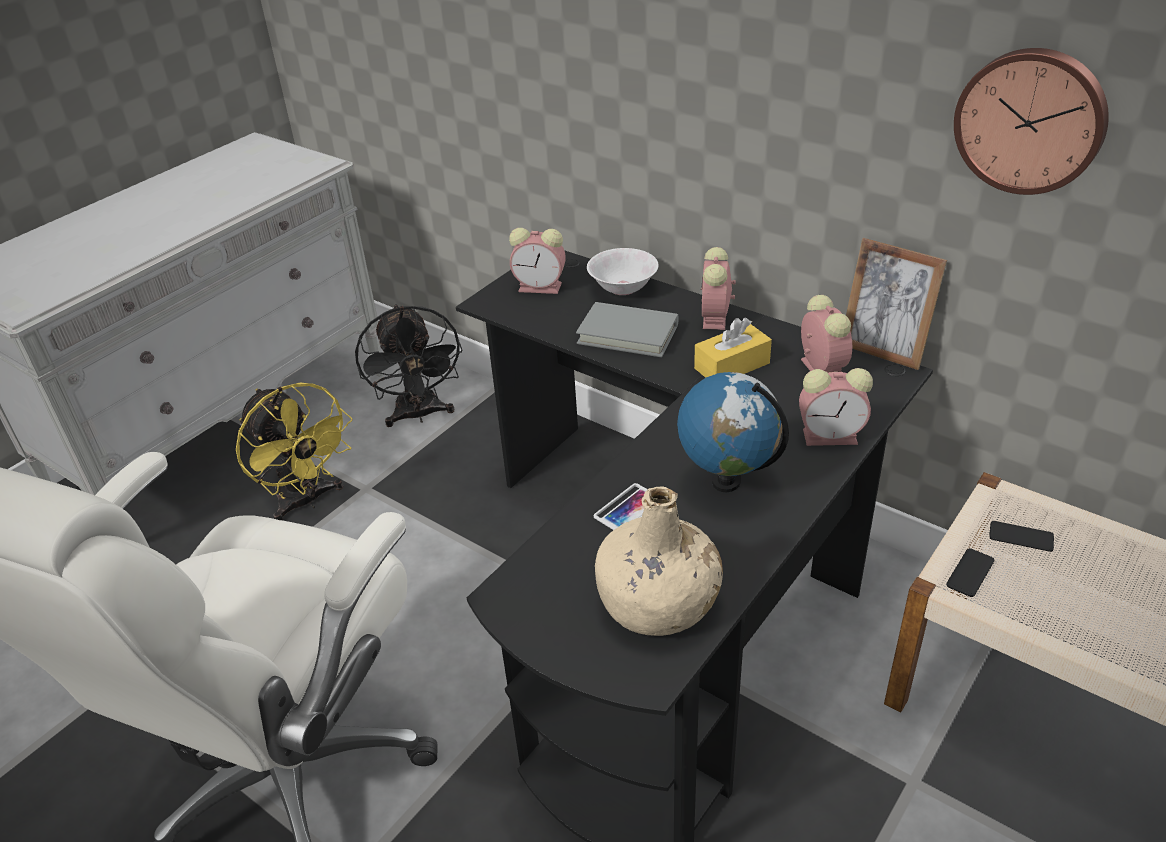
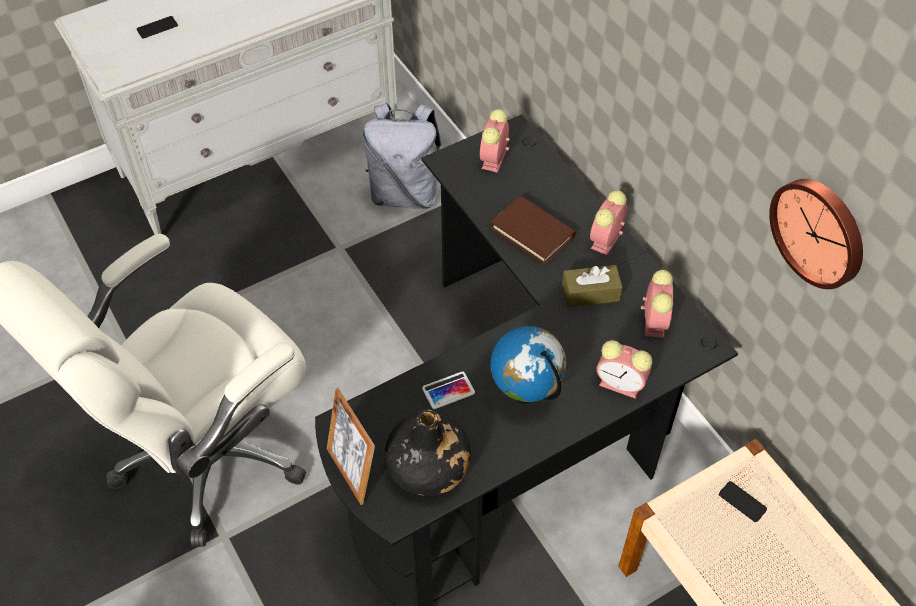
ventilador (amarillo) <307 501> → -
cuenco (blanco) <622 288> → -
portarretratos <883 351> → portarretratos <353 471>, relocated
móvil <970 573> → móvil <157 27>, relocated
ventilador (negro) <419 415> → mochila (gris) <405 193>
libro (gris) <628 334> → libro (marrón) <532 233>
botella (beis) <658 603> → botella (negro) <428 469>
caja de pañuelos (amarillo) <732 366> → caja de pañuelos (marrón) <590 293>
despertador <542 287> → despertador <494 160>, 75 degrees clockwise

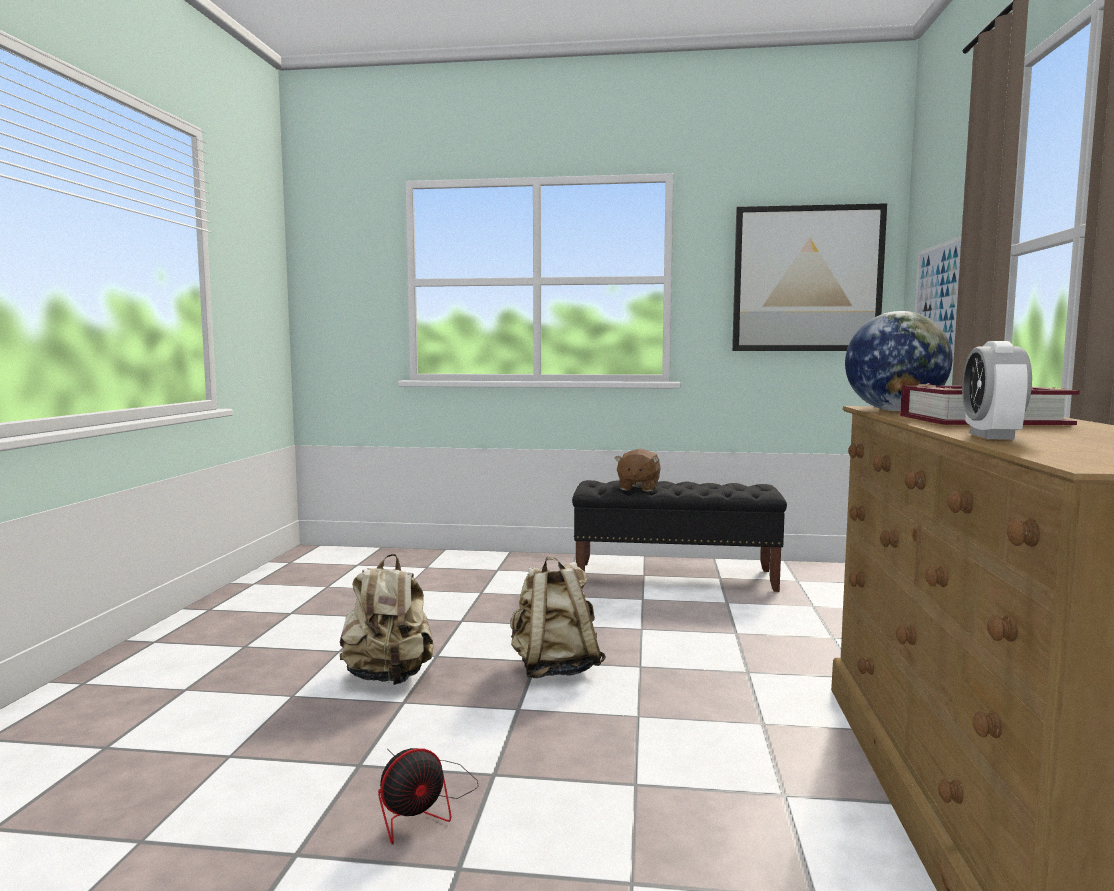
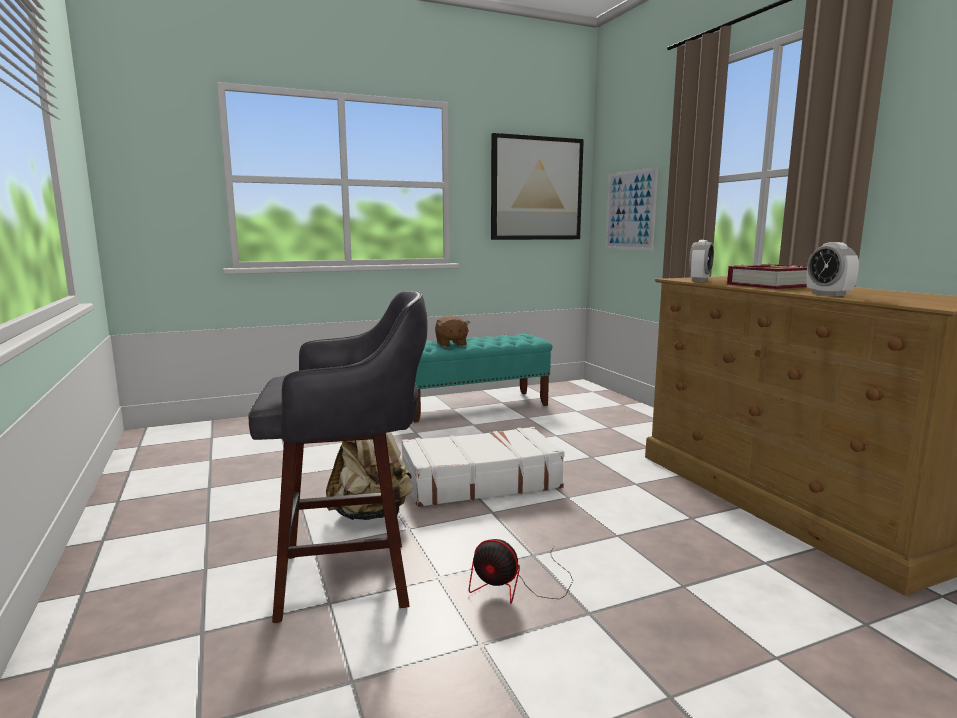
- → taburete (gris) <352 579>
mochila (beis) <554 669> → maleta (blanco) <479 481>
globo terráqueo <894 410> → despertador <699 280>
banco (negro) <675 577> → banco (turquesa) <474 406>
ventilador <423 804> → ventilador <517 586>, 90 degrees clockwise

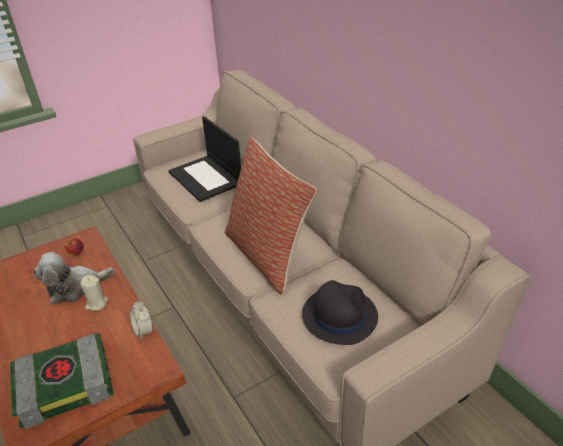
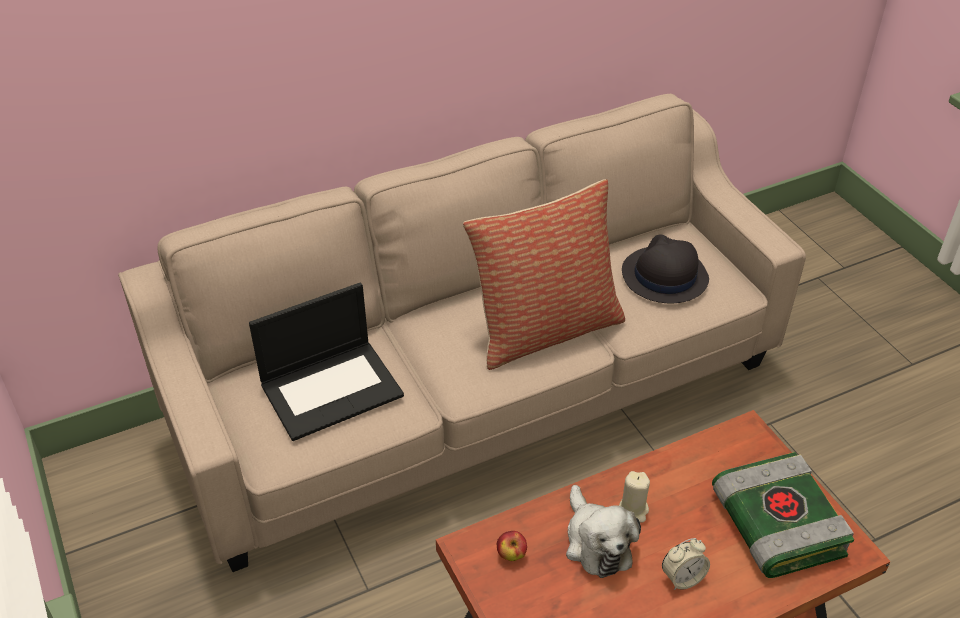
despertador <144 330> → despertador <682 578>, relocated

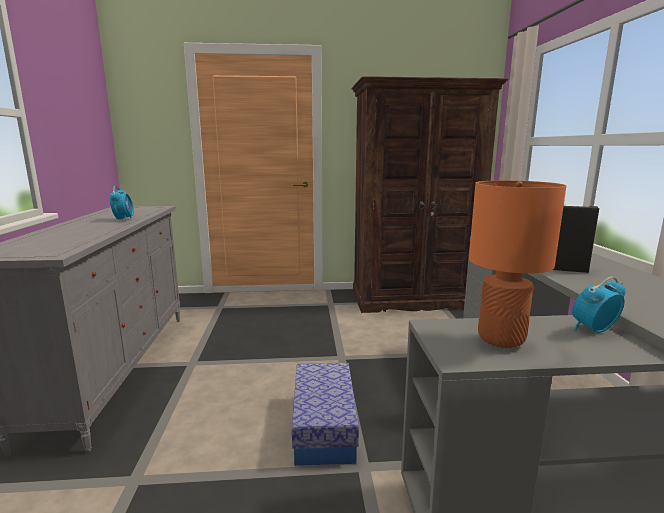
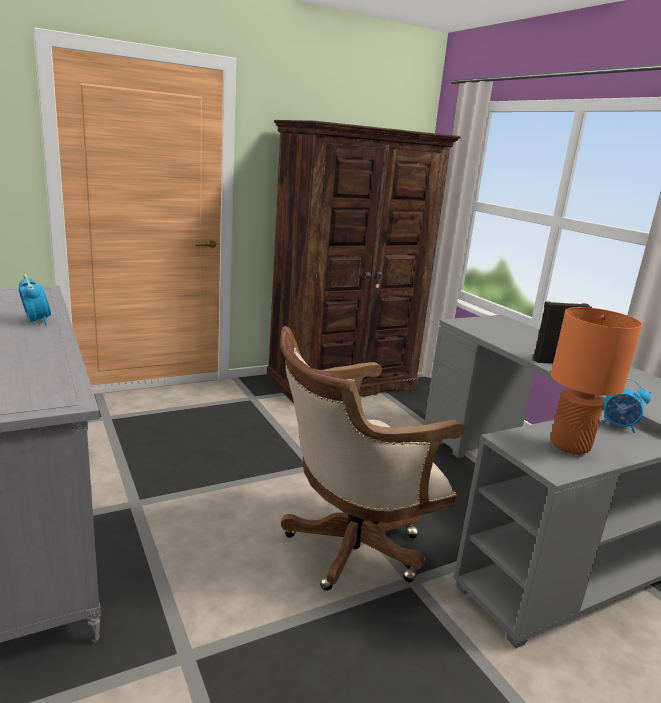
caja de almacenaje <323 426> → silla de oficina <348 549>
despertador <593 330> → despertador <618 426>, 105 degrees counterclockwise

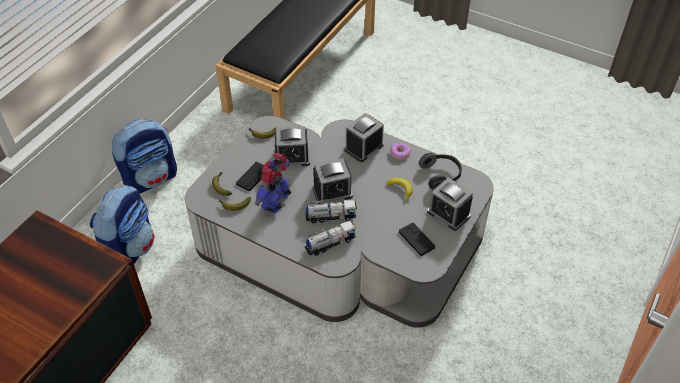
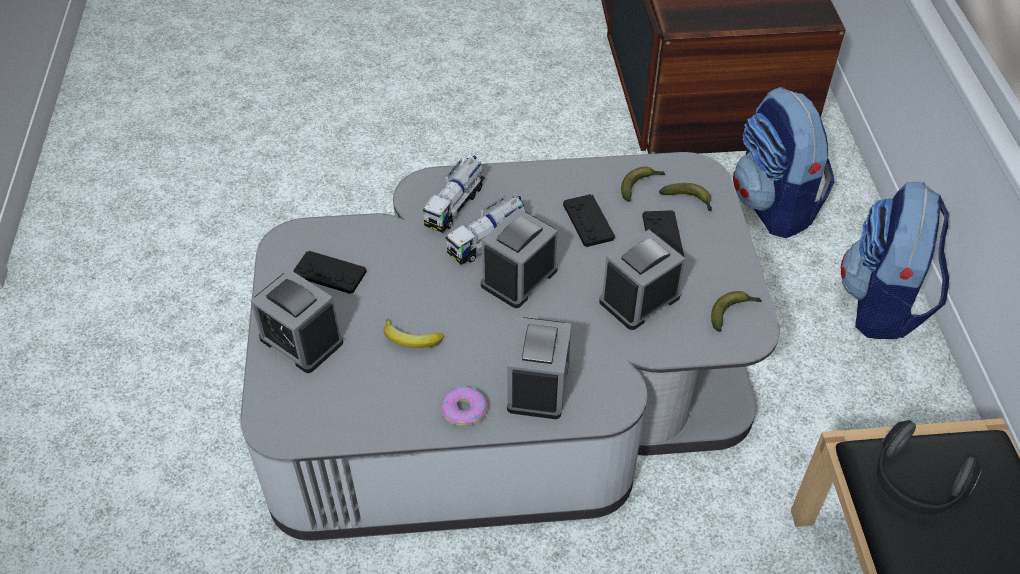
auriculares <441 175> → auriculares <915 484>, relocated
robot de juguete <276 201> → mando de consola (negro) <588 221>
despertador <448 214> → despertador <301 340>, 150 degrees counterclockwise

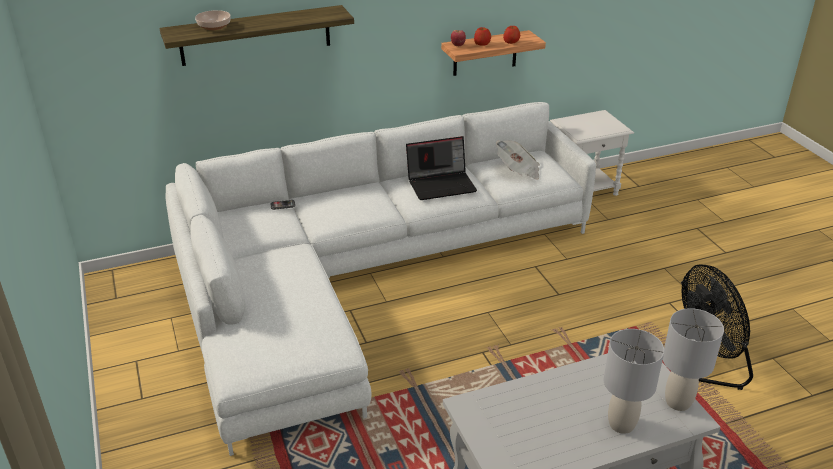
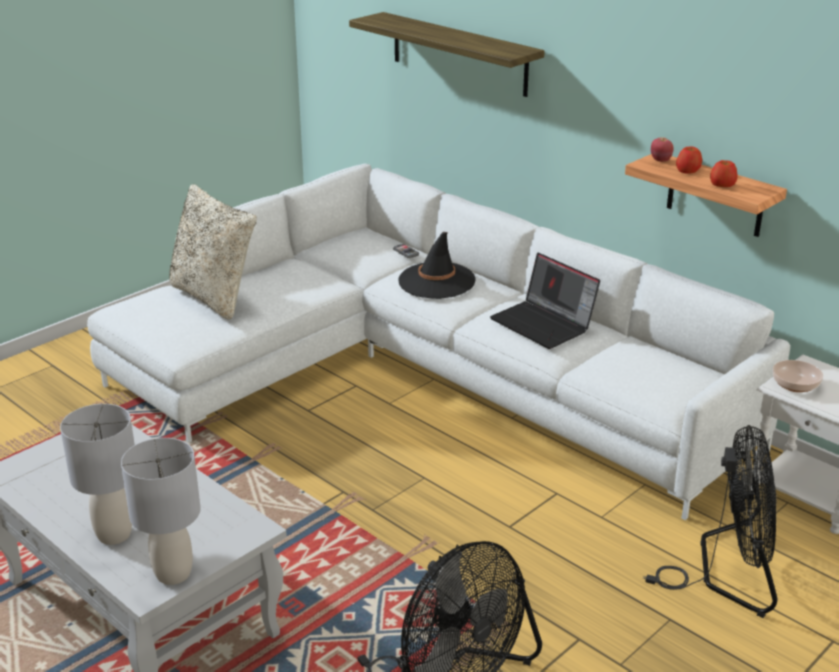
periódico <518 171> → -
- → cojín (beis) <214 300>
- → sombrero (negro) <436 281>
- → ventilador (negro) <725 568>
cuenco <213 26> → cuenco <794 384>, relocated

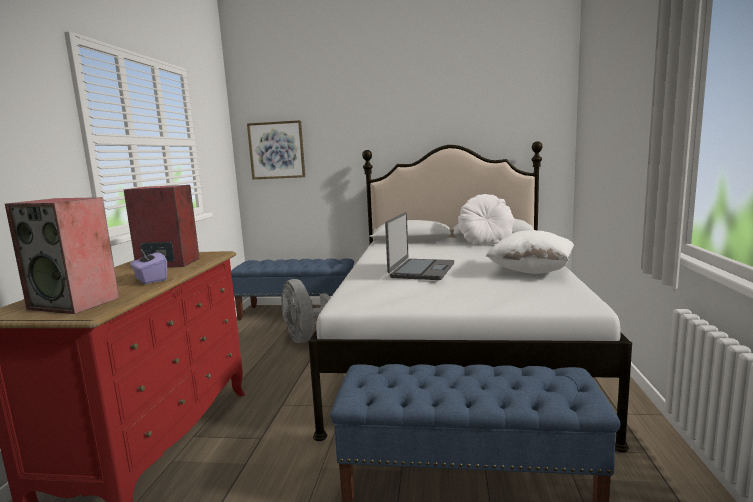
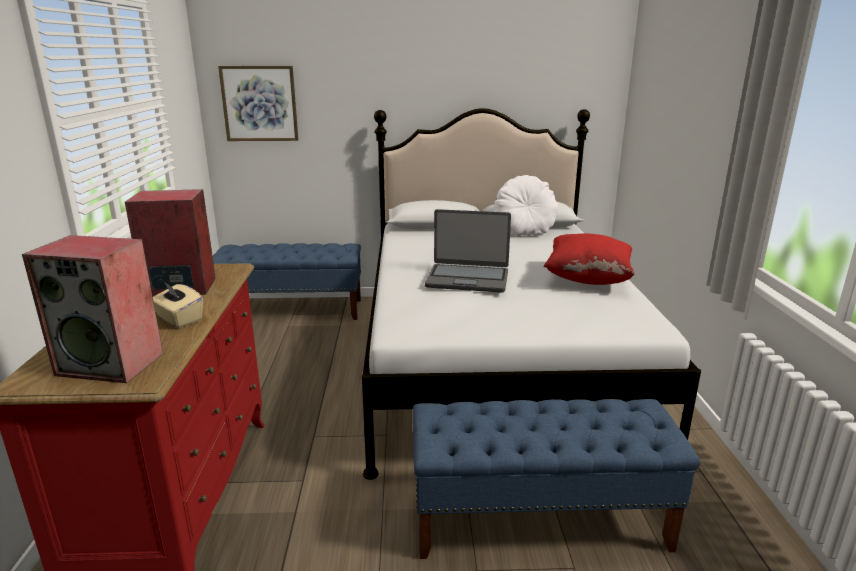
ventilador (gris) <306 338> → -
caja de pañuelos (morado) <150 279> → caja de pañuelos (beis) <179 319>
cojín (blanco) <531 271> → cojín (rojo) <587 279>
portátil <421 270> → portátil <467 279>, 90 degrees clockwise

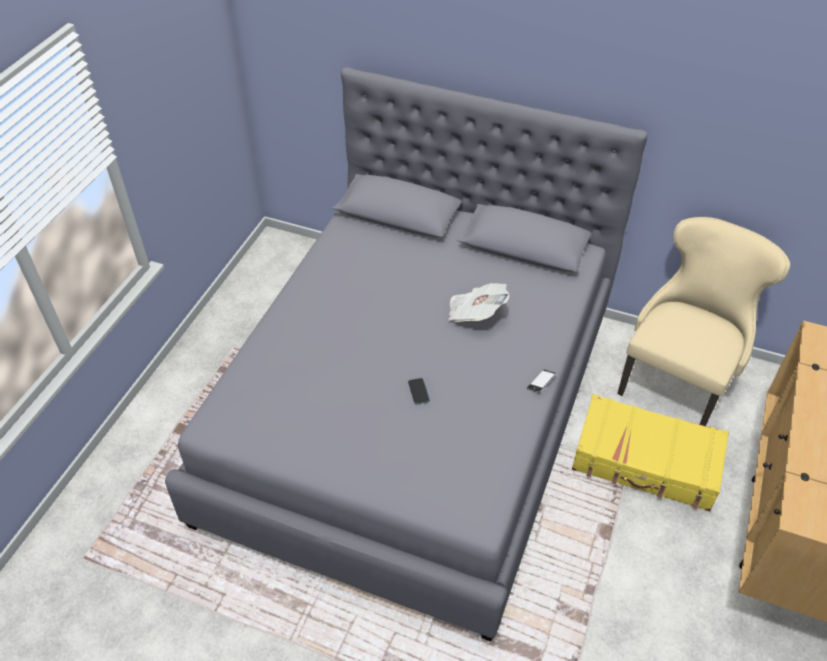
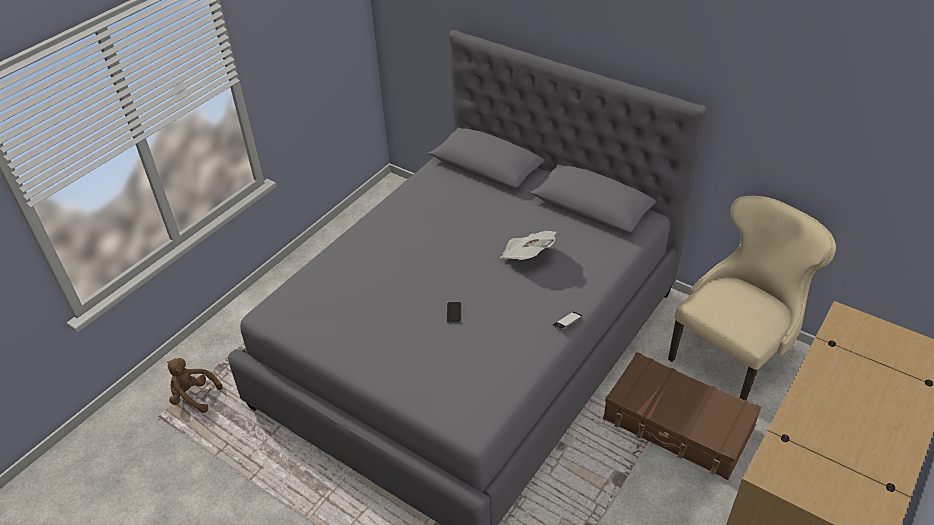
- → peluche (marrón) <194 396>
maleta (amarillo) <646 462> → maleta (marrón) <677 425>

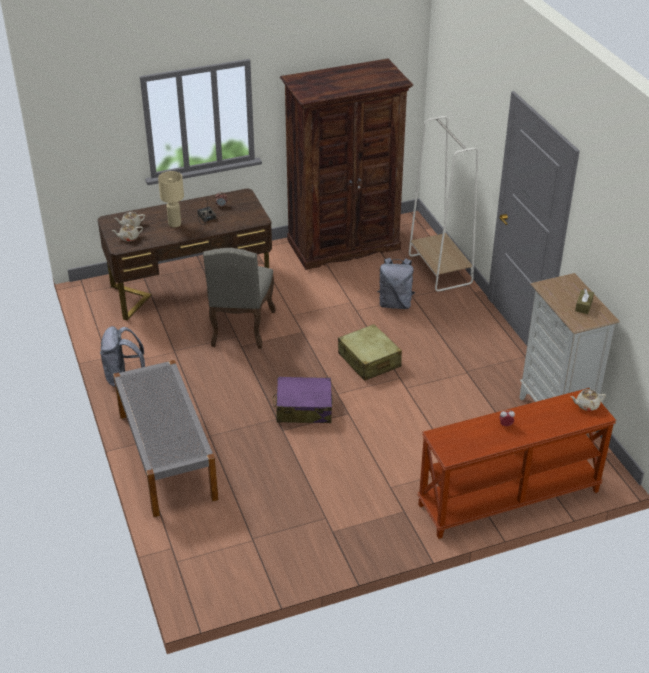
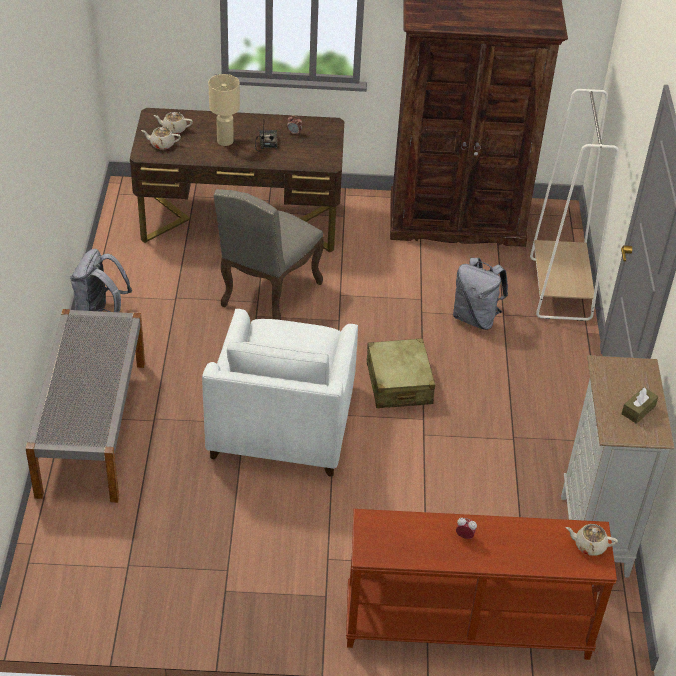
maleta (morado) <303 408> → sillón (blanco) <283 420>

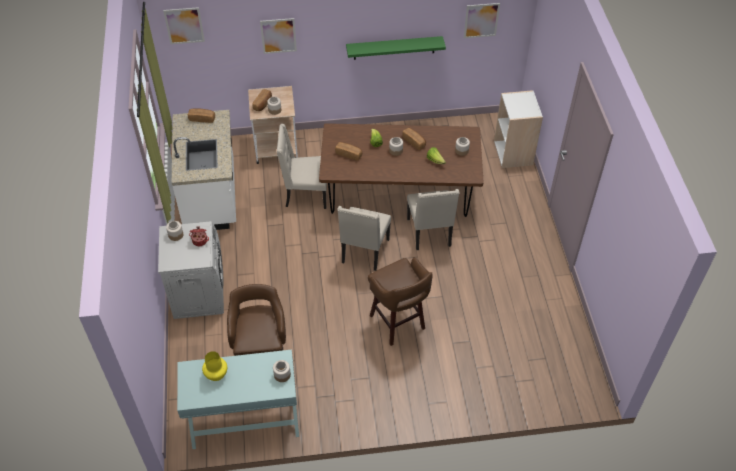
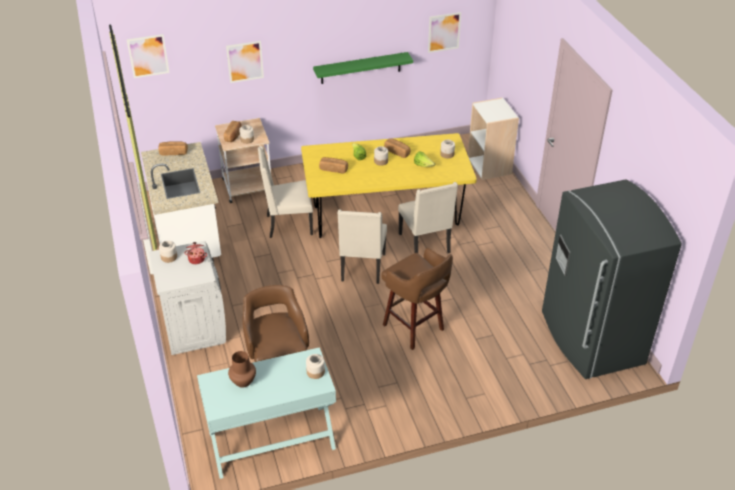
- → nevera (gris) <590 339>
florero (amarillo) <216 375> → florero (marrón) <243 381>
mesa de comedor (marrón) <399 196> → mesa de comedor (amarillo) <386 215>

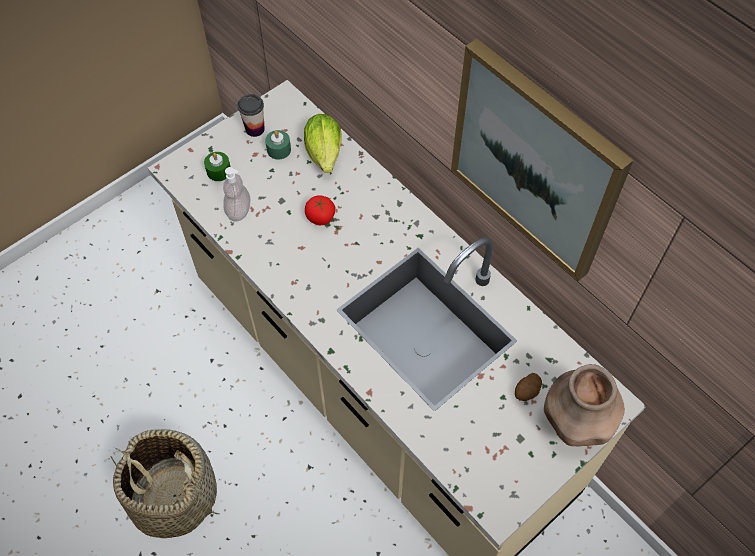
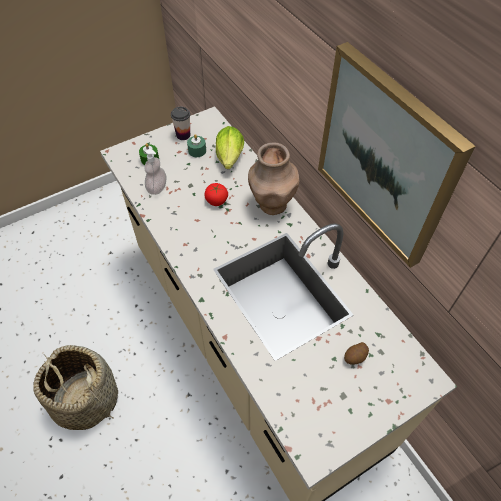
florero (marrón) <573 428> → florero (marrón) <272 205>, relocated

